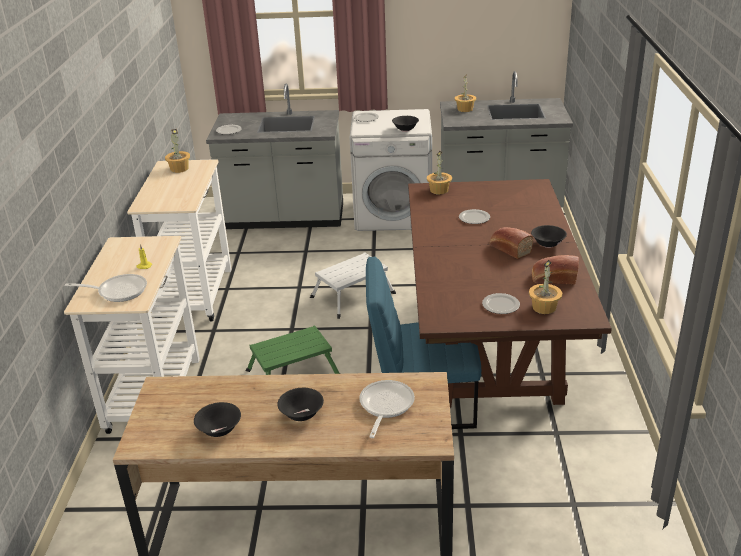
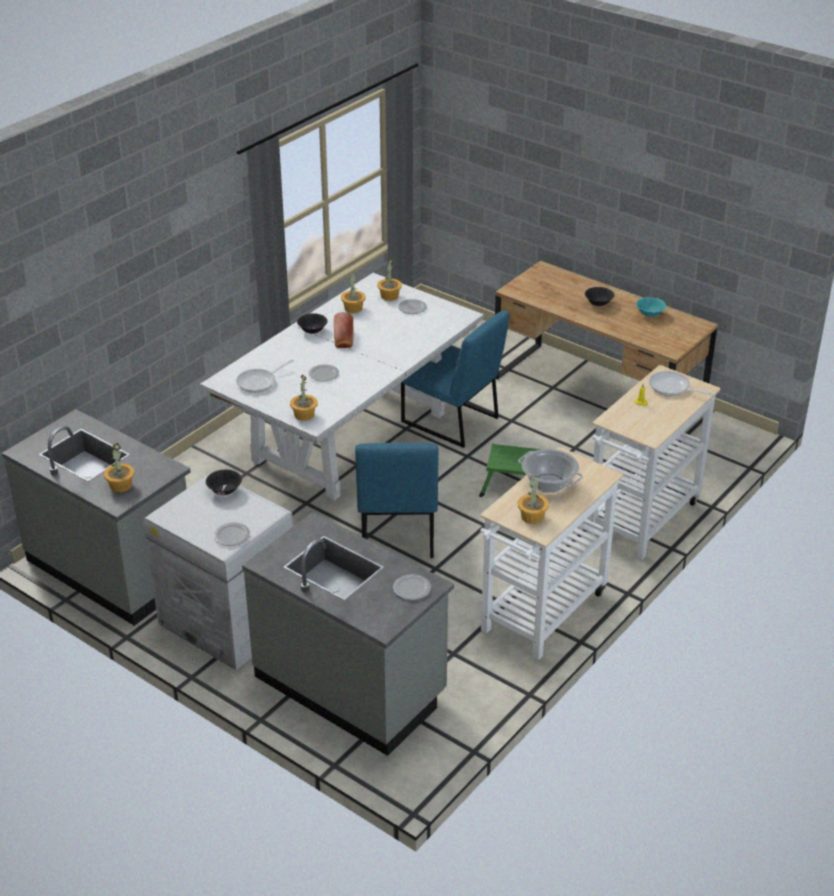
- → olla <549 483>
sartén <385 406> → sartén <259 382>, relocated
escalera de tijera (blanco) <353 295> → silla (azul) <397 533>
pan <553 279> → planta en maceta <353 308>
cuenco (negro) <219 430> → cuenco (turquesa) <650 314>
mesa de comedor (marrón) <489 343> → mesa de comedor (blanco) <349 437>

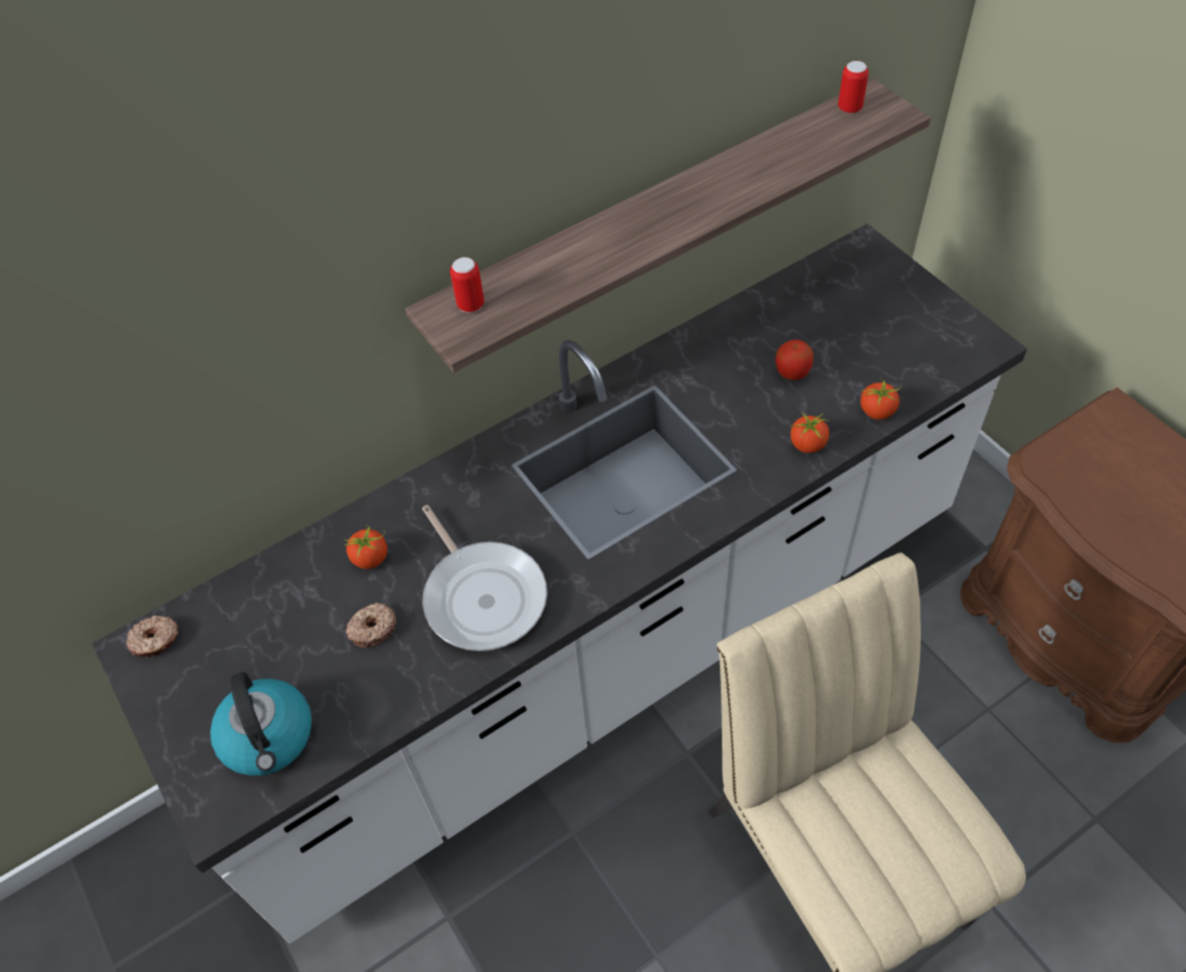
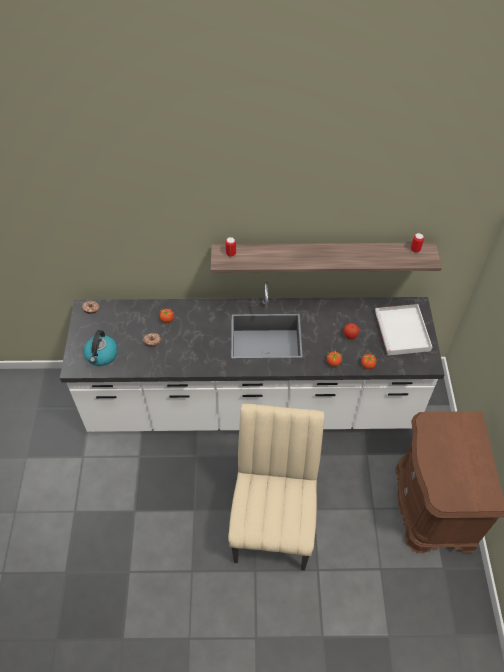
sartén <483 595> → -
- → bandeja (blanco) <403 332>

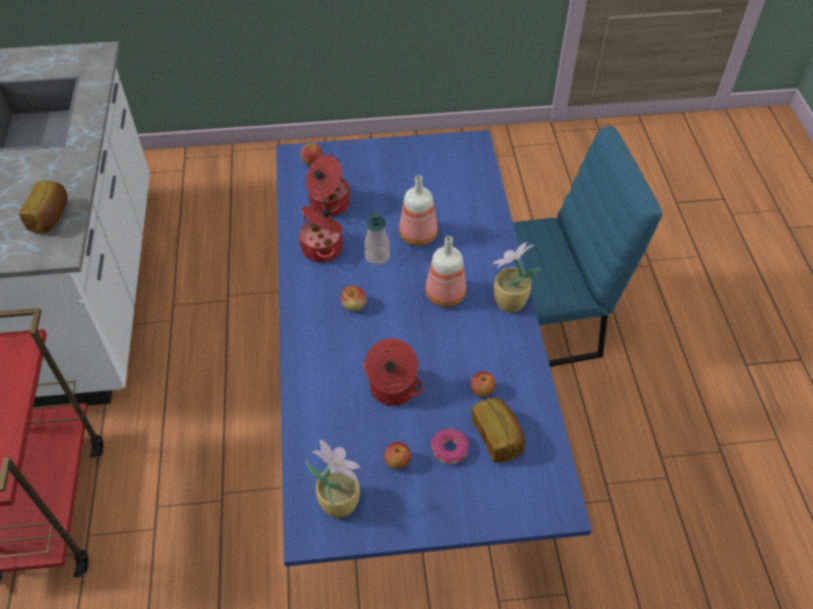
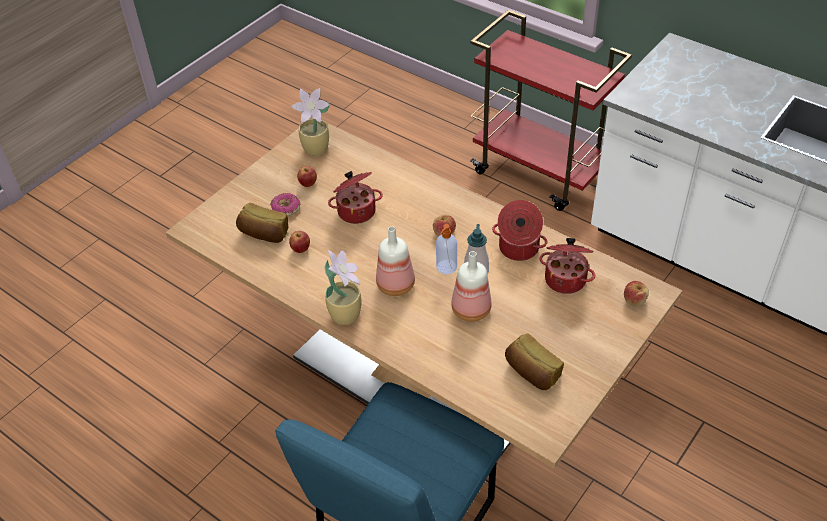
- → dispensador de jabón <446 267>
pan <51 216> → pan <532 372>, relocated
mesa de comedor (azul) <406 413> → mesa de comedor (beis) <418 377>

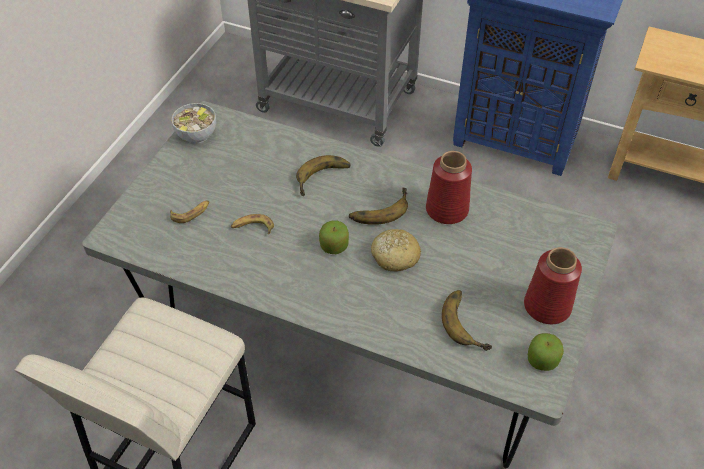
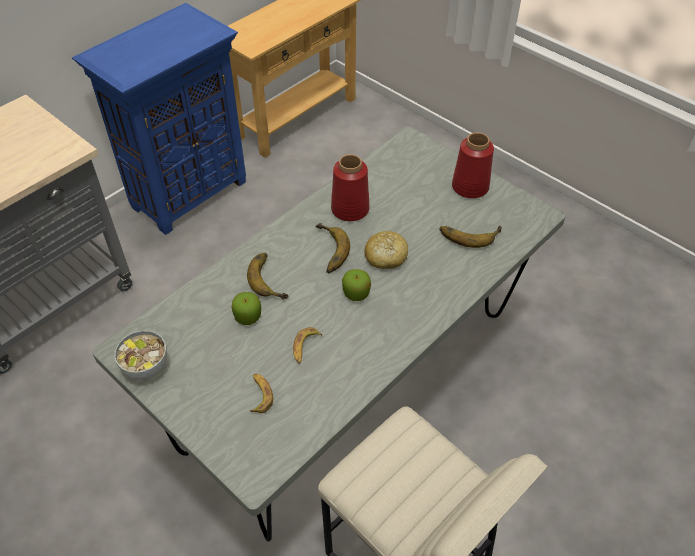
manzana <542 360> → manzana <248 316>, relocated

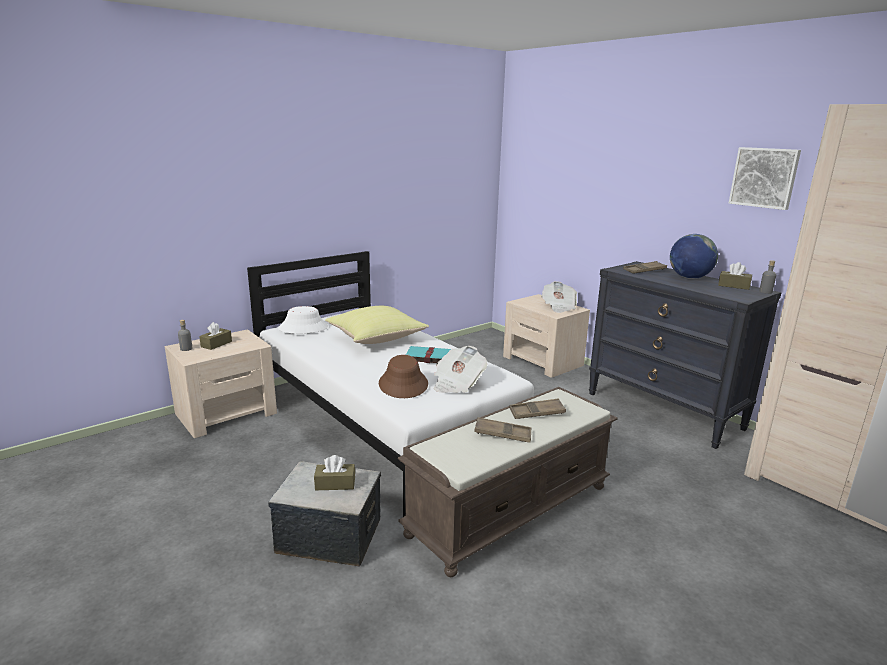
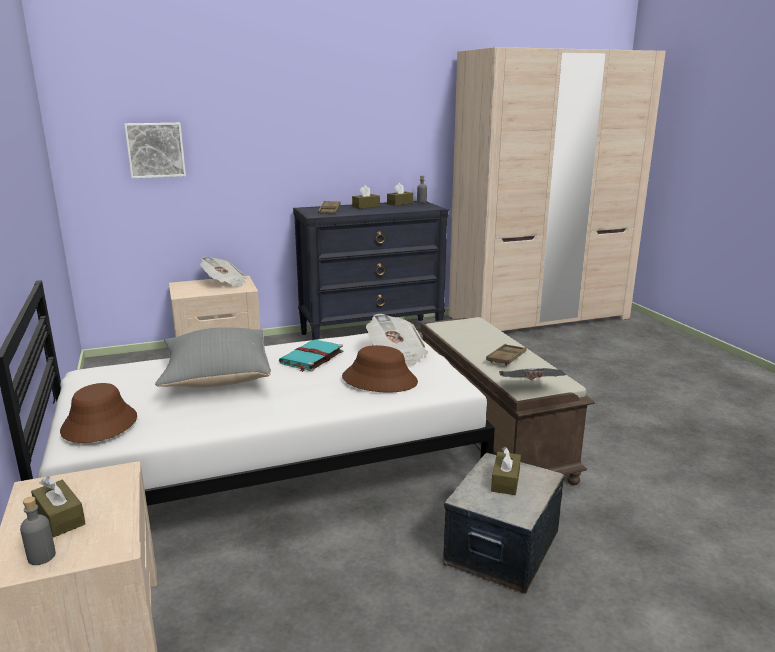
bandeja (marrón) <537 413> → -
- → periódico <529 390>
cuadro <764 177> → cuadro <155 150>, relocated
globo terráqueo <689 278> → caja de pañuelos (marrón) <366 206>
sombrero (blanco) <303 328> → sombrero (marrón) <99 424>
cojín (amarillo) <376 338> → cojín (gris) <216 377>

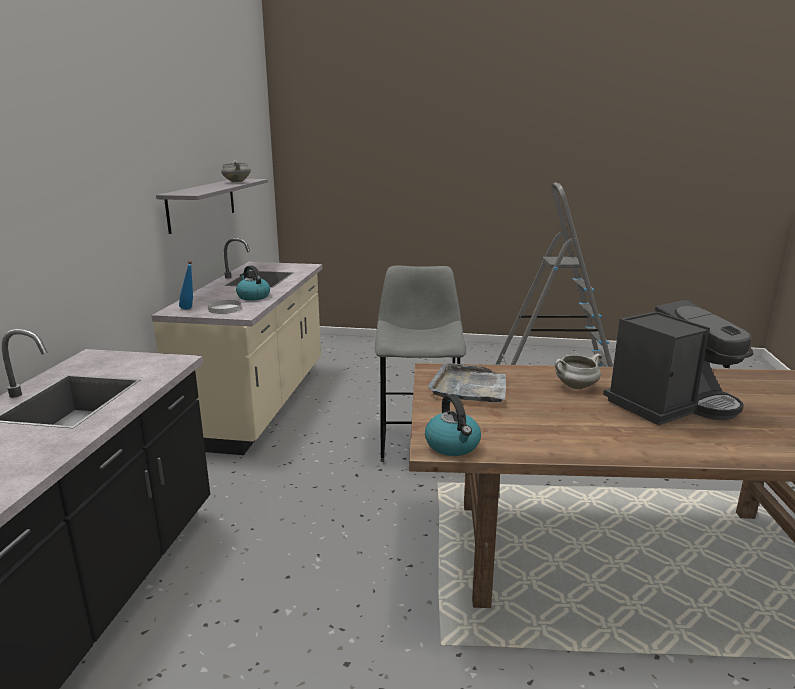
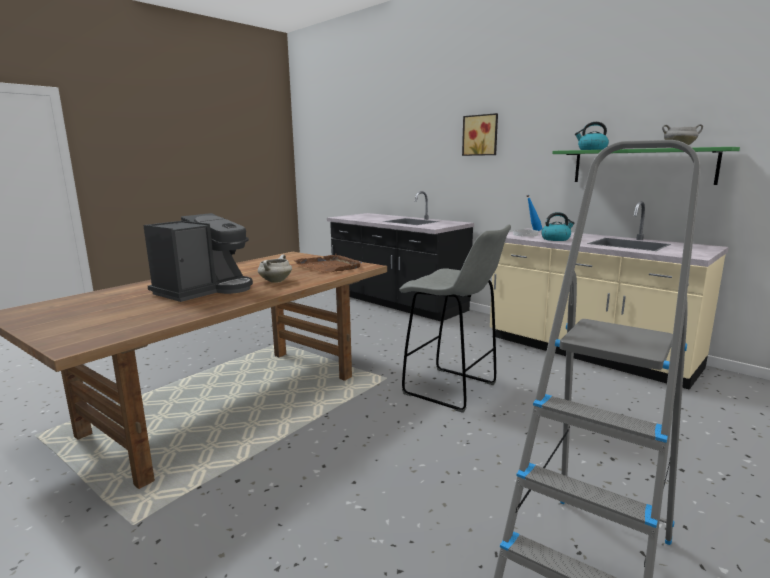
- → cuadro <481 135>
hervidor <453 445> → hervidor <591 149>, relocated
estante (gris) <202 204> → estante (verde) <641 166>
bandeja (gris) <469 387> → bandeja (marrón) <329 266>
cafetera <671 404> → cafetera <205 290>, 150 degrees counterclockwise

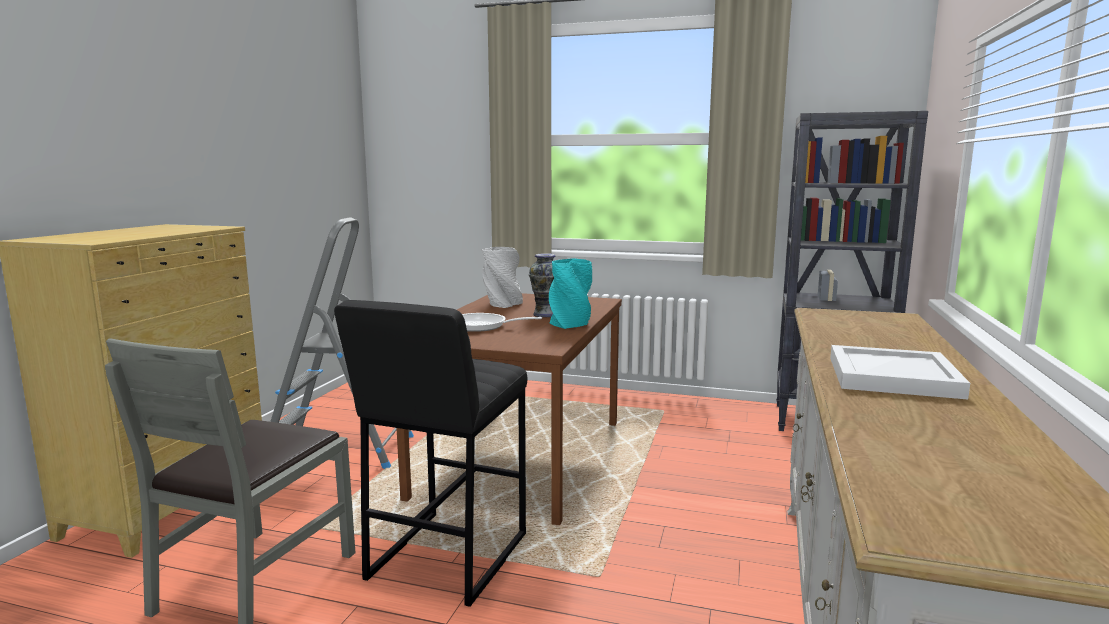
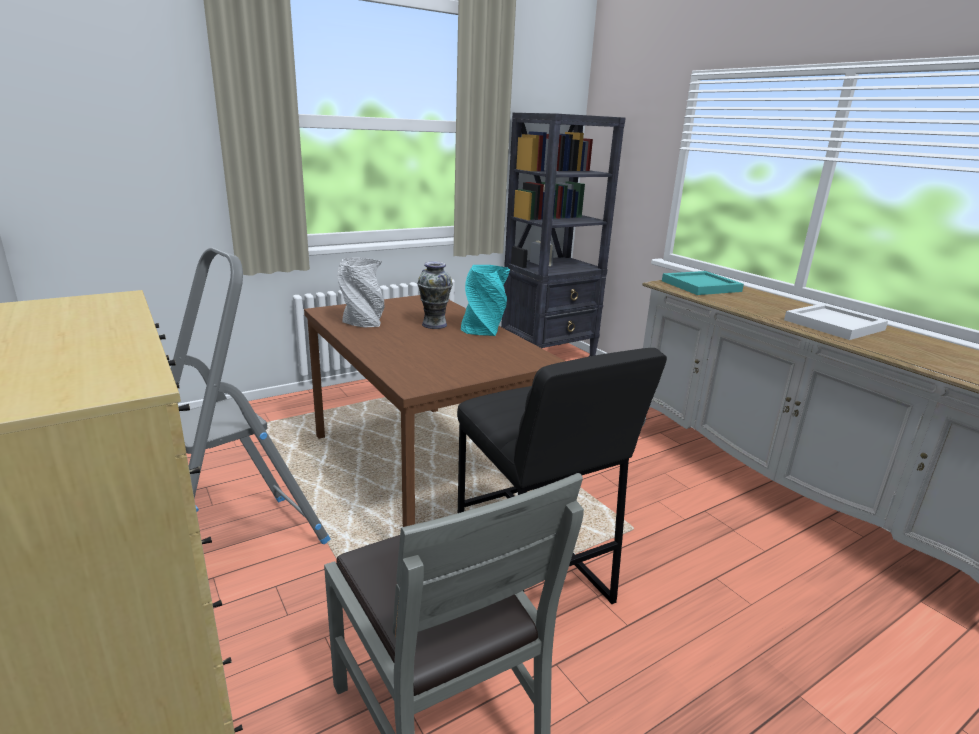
sartén <482 326> → -
- → bandeja (turquesa) <699 286>

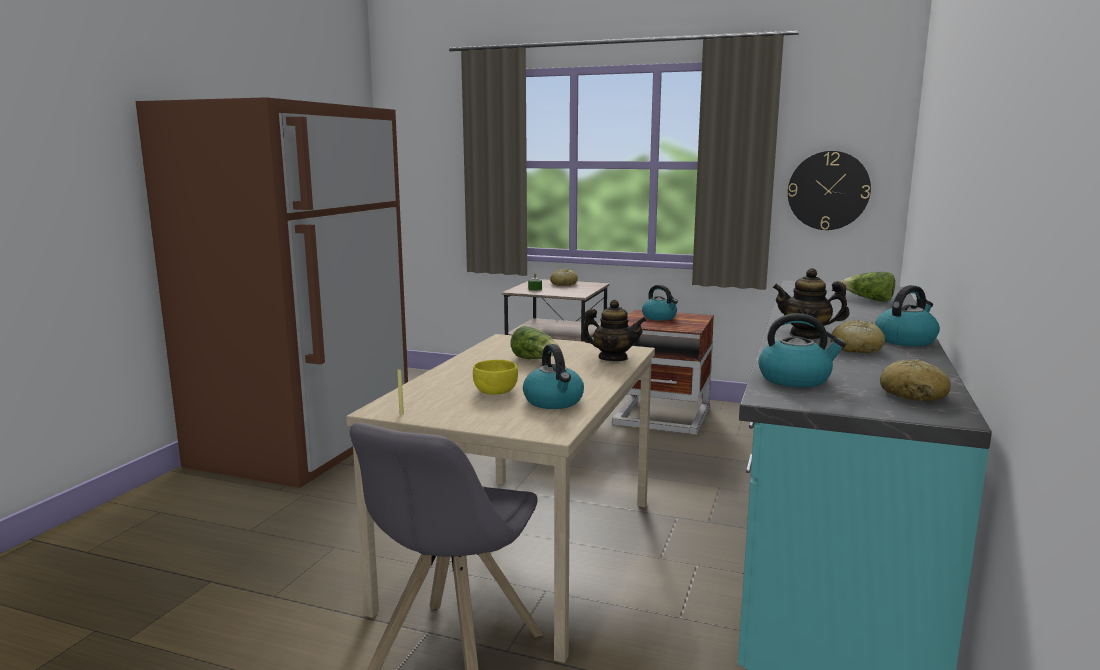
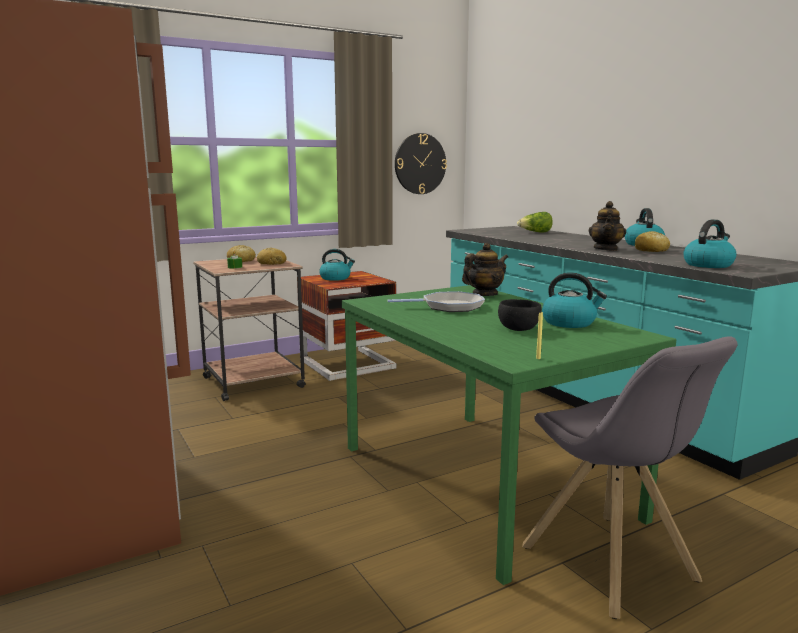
pan <913 394> → pan <272 263>, relocated
lechuga <535 360> → sartén <448 306>
mesa de comedor (beis) <523 550> → mesa de comedor (verde) <480 480>
cuenco (amarillo) <496 391> → cuenco (negro) <518 328>
tetera <807 335> → tetera <606 249>, 45 degrees counterclockwise

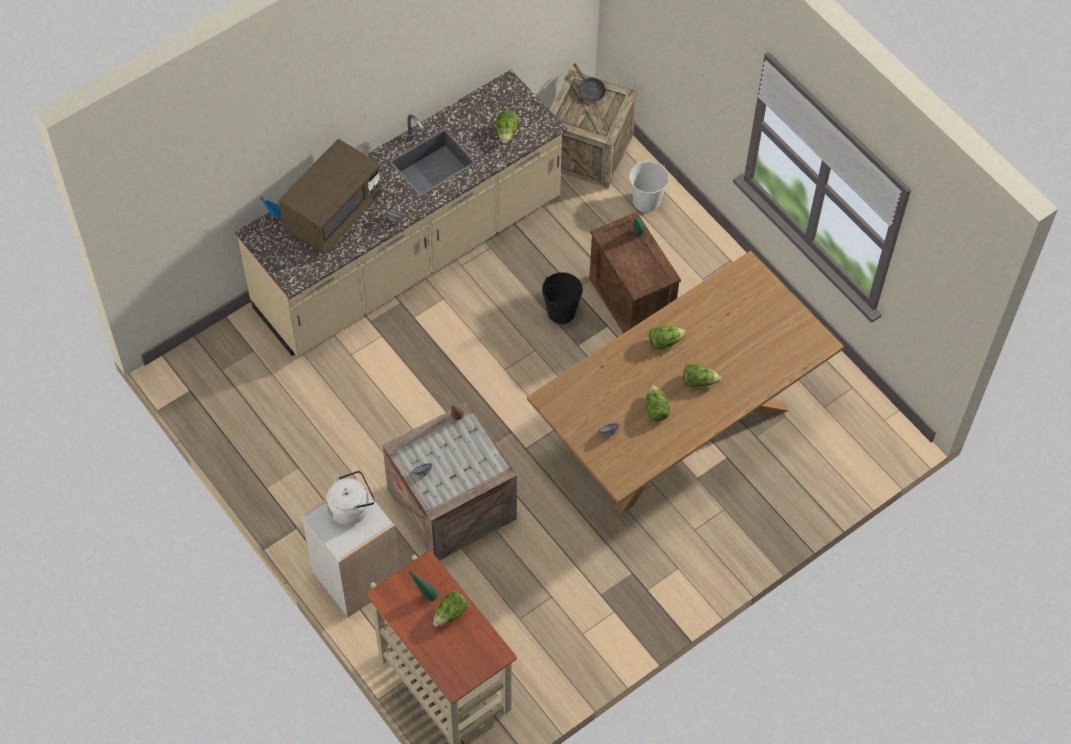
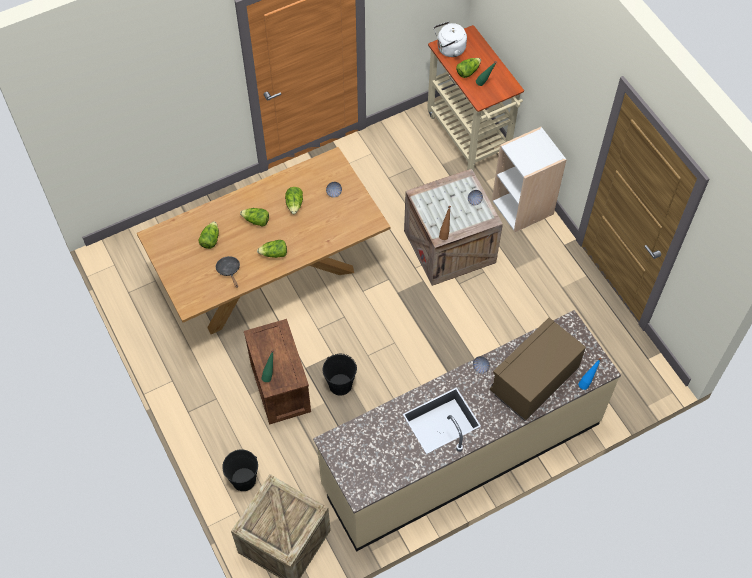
hervidor (blanco) <351 507> → hervidor (blanco) <449 49>, relocated
lechuga <506 132> → lechuga <210 239>, relocated
sartén (negro) <589 90> → sartén (negro) <229 270>, relocated
cubo (blanco) <646 201> → cubo (negro) <243 479>

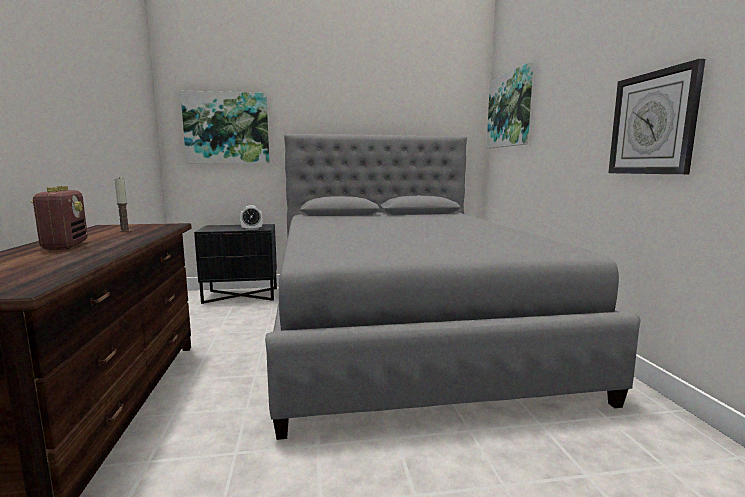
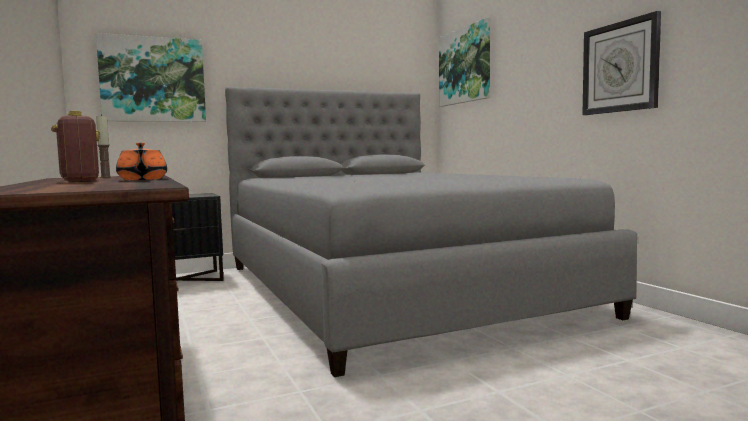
despertador <252 229> → -
- → tetera (naranja) <142 179>

